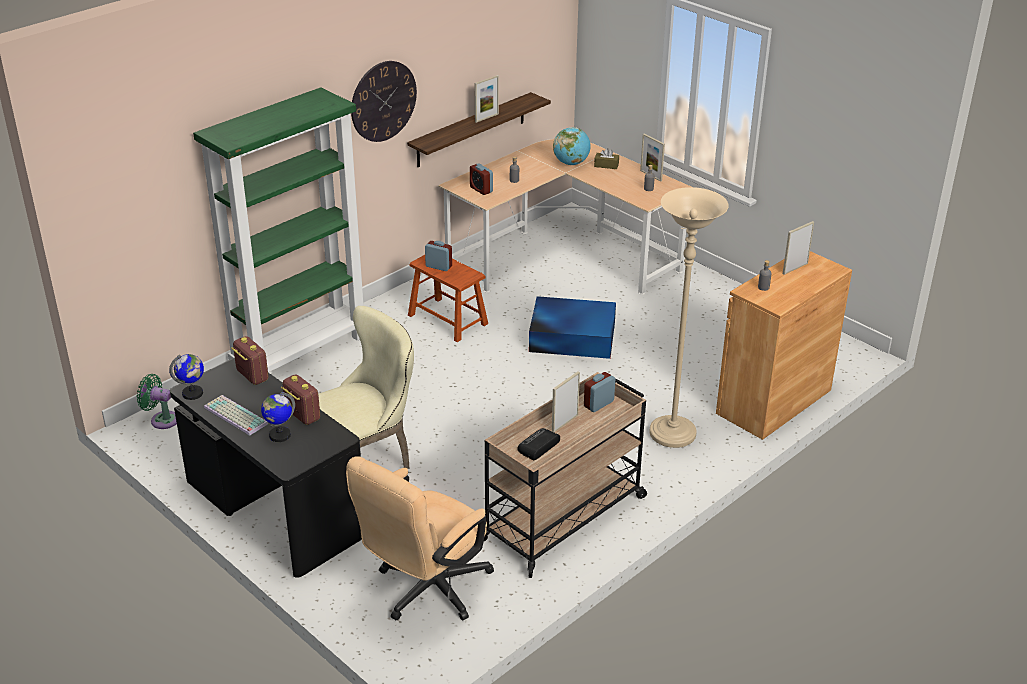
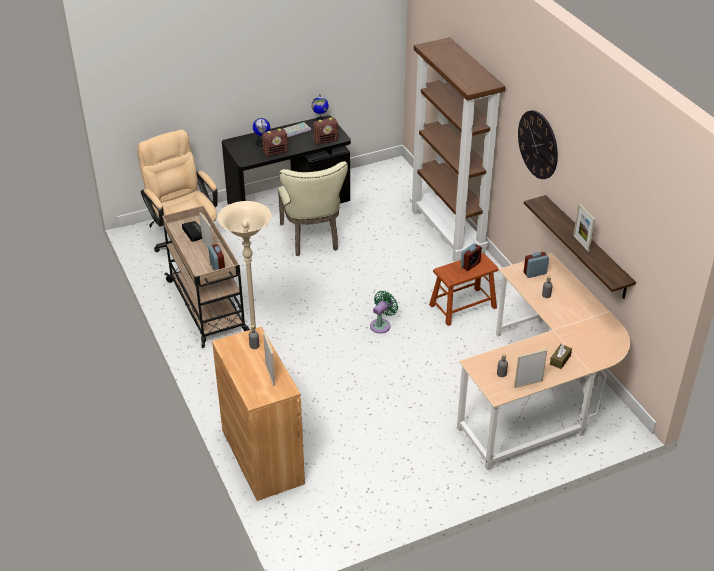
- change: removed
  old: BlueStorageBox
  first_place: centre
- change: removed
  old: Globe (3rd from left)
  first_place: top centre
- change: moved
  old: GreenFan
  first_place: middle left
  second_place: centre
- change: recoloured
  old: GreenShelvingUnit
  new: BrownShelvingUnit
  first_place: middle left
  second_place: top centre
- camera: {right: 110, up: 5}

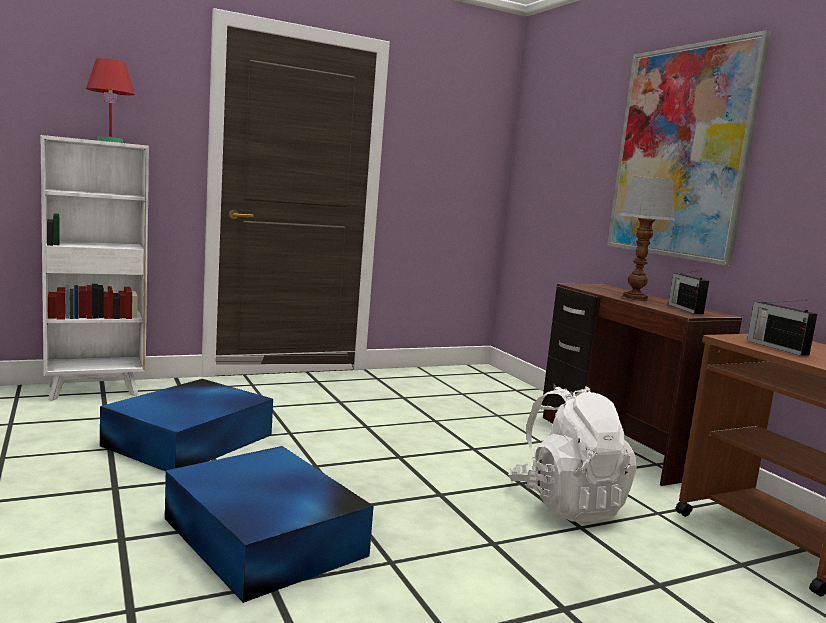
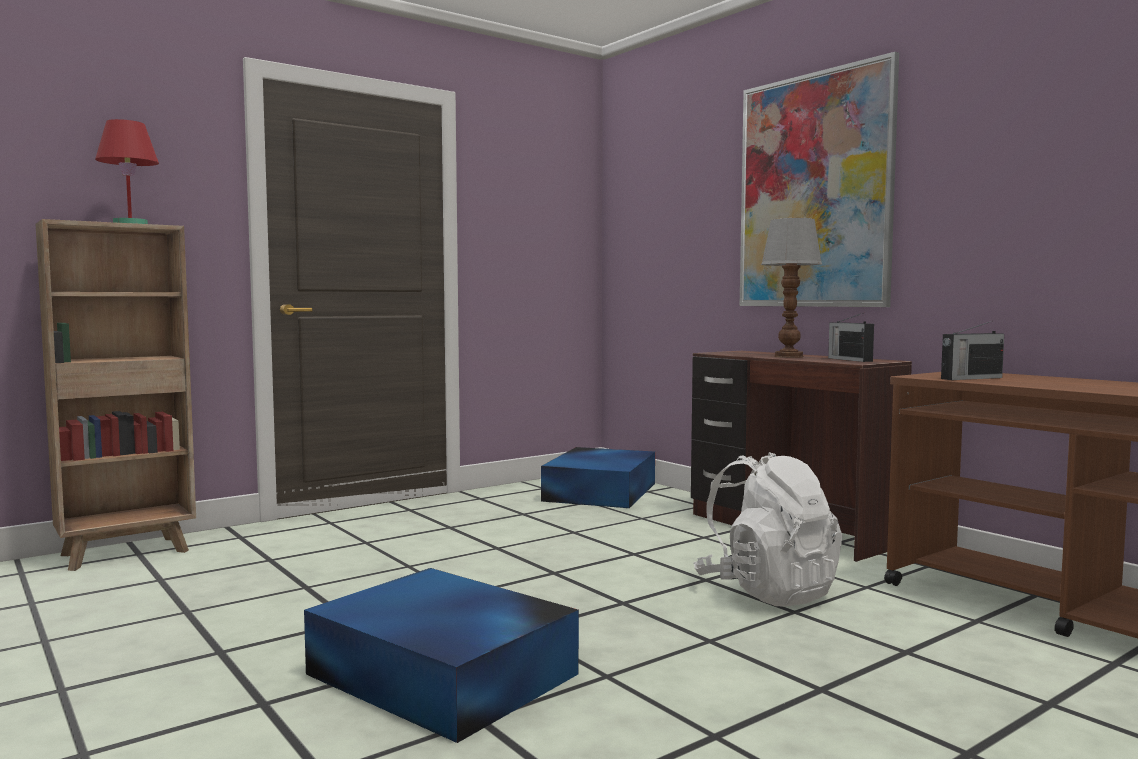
- change: moved
  old: BlueStorageBox (1st from left in the first image)
  new: BlueStorageBox (2nd from left)
  first_place: bottom left
  second_place: centre
- change: recoloured
  old: WhiteShelvingUnit
  new: BrownShelvingUnit
  first_place: middle left
  second_place: middle left
- change: turned
  old: Radio (2nd from left)
  first_place: middle right
  second_place: middle right
  degrees: -75
- camera: {right: -10, up: -5}

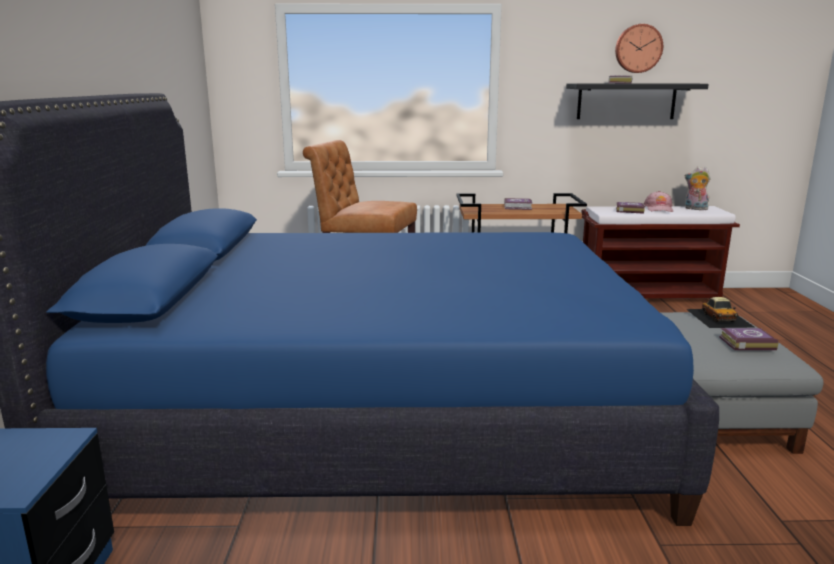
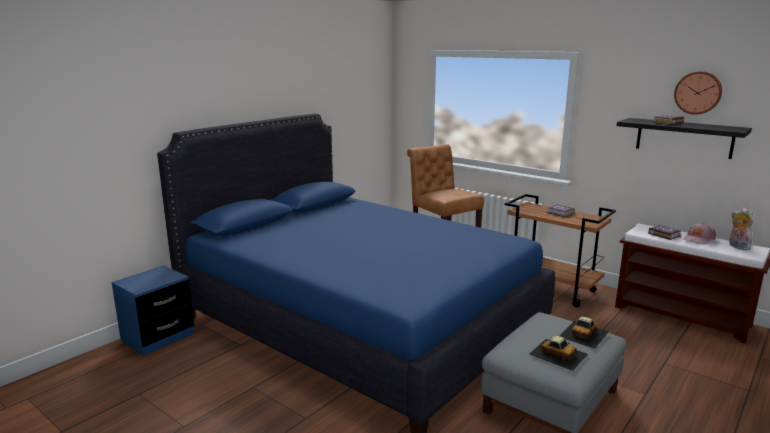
- change: replaced
  old: Book (4th from left)
  new: ToyCar (1st from left)
  first_place: middle right
  second_place: bottom right
- camera: {right: 40, up: 0}

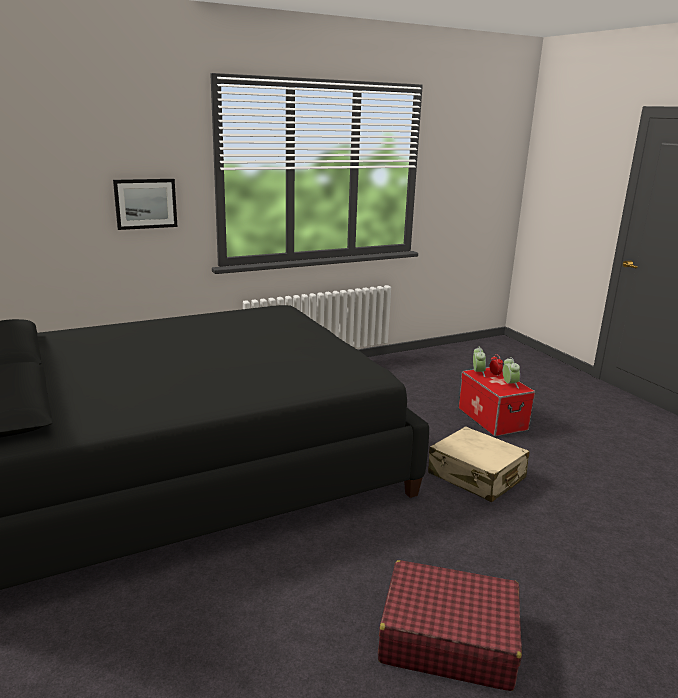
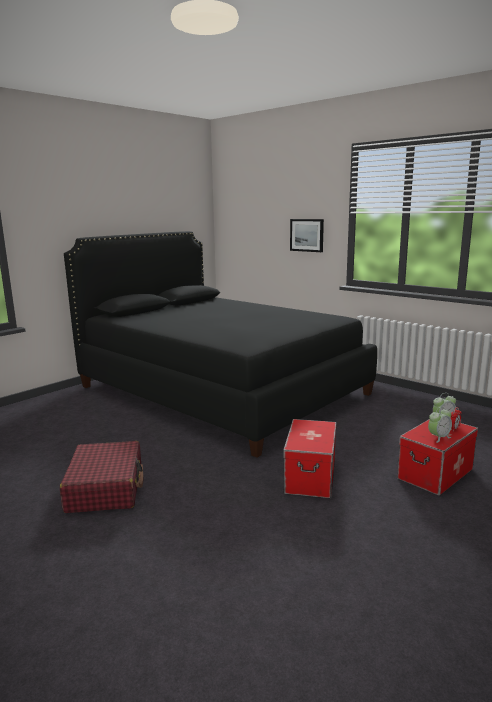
- change: replaced
  old: SandColouredPieceOfLuggage
  new: StorageBox (1st from left)
  first_place: middle right
  second_place: centre
- camera: {right: 70, up: -5}

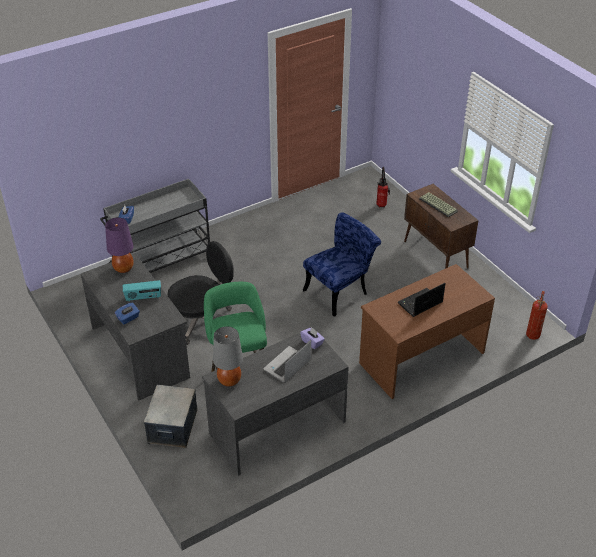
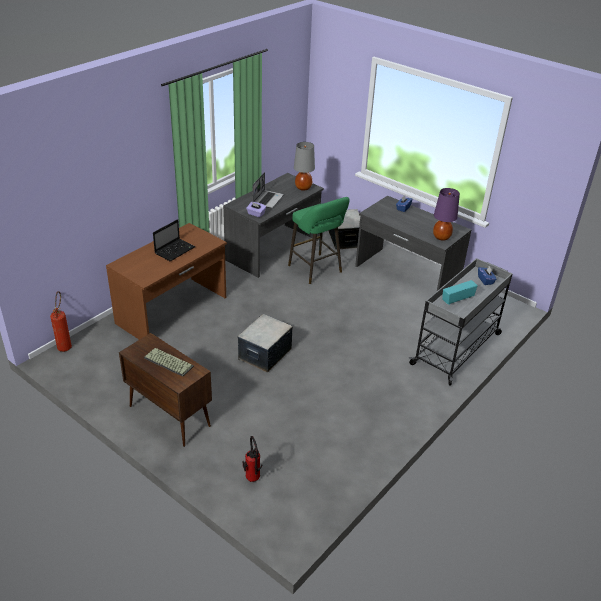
- change: removed
  old: BlackDeskChair
  first_place: centre
- change: moved
  old: Radio
  first_place: middle left
  second_place: middle right
- change: replaced
  old: BlueChair
  new: StorageBox (1st from left)
  first_place: centre
  second_place: centre
- camera: {right: 160, up: -5}

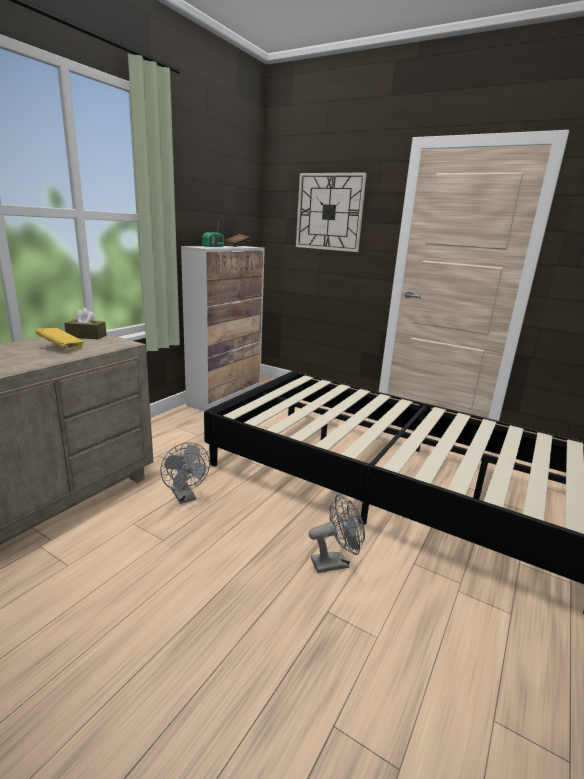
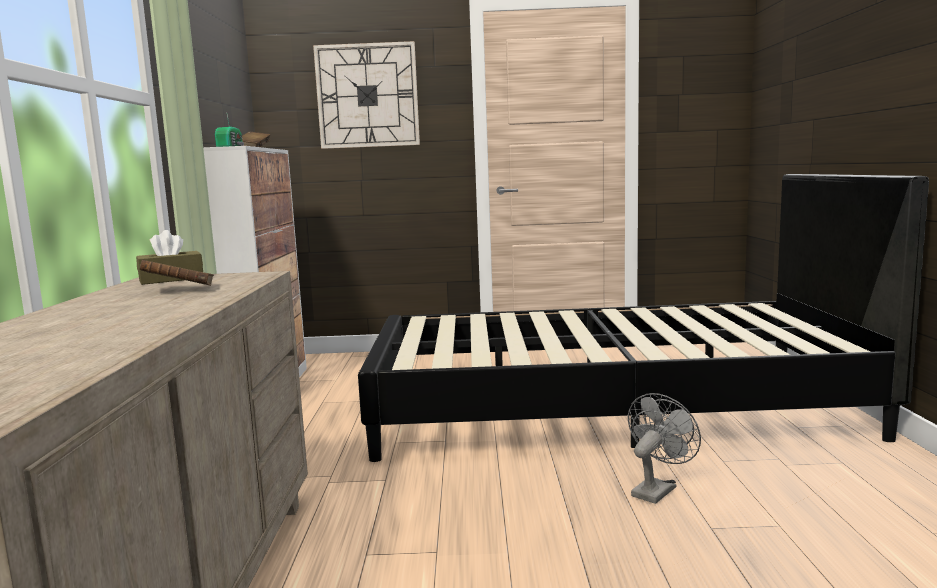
- change: removed
  old: GrayFan (1st from left)
  first_place: middle left
- change: recoloured
  old: YellowColouredBook
  new: BrownBook (1st from left)
  first_place: middle left
  second_place: middle left
- camera: {right: -30, up: -10}

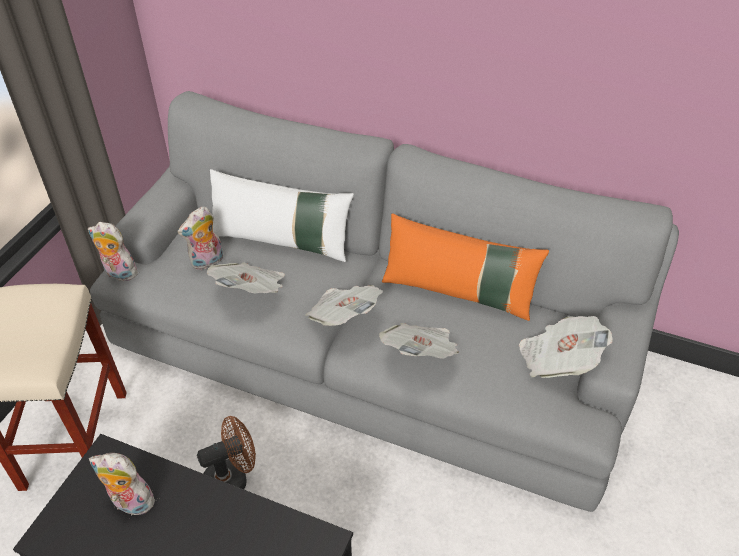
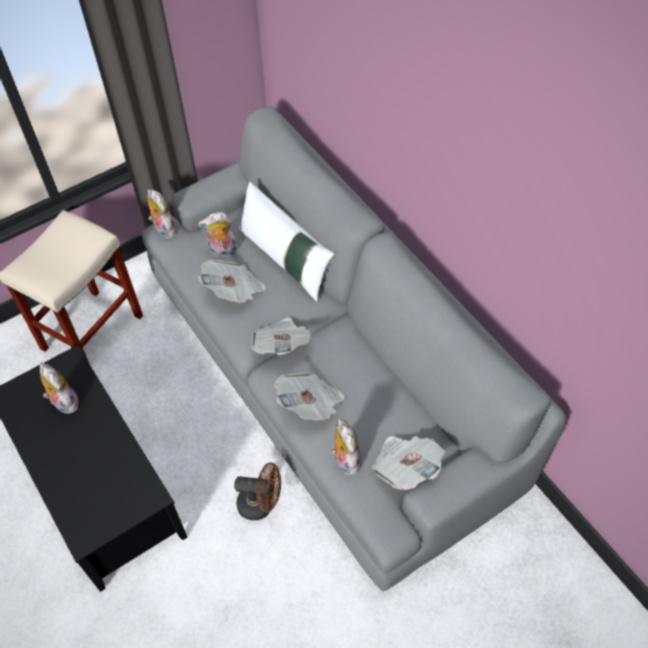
- change: removed
  old: OrangeColouredPillow
  first_place: centre
- change: added
  new: CuddlyToy (4th from left)
  second_place: bottom centre
- change: moved
  old: BrownFan
  first_place: bottom left
  second_place: bottom centre
- camera: {right: 35, up: 10}

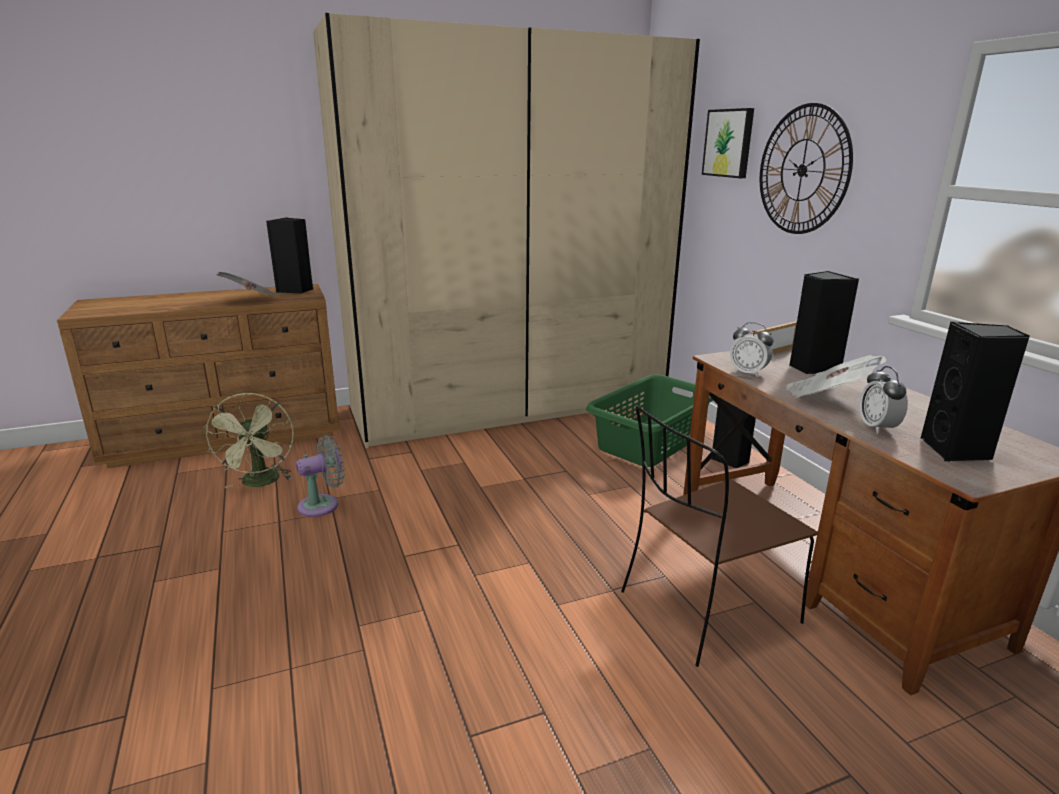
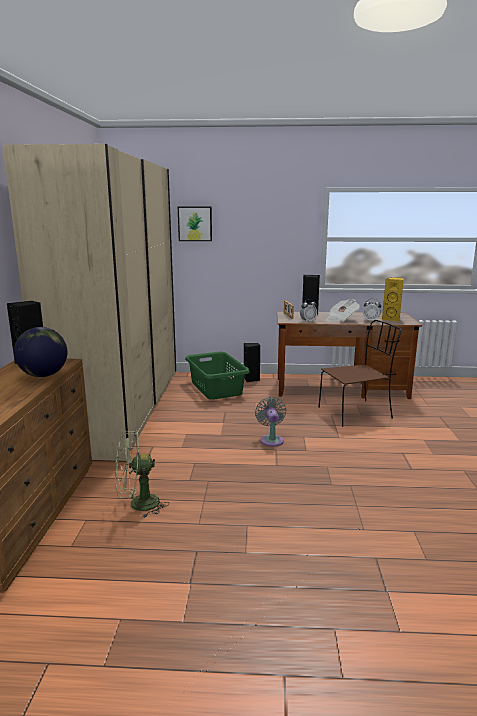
- change: removed
  old: HangingClock
  first_place: top right
- change: moved
  old: GrayFan
  first_place: middle left
  second_place: centre
- change: replaced
  old: PrintedPaper (1st from left)
  new: Globe
  first_place: middle left
  second_place: middle left
- change: recoloured
  old: BlackAudioSpeaker (4th from left)
  new: YellowColouredAudioSpeaker
  first_place: middle right
  second_place: middle right
- change: turned
  old: GreenFan
  first_place: middle left
  second_place: middle left
  degrees: 150
- change: turned
  old: BrownChair
  first_place: bottom right
  second_place: middle right
  degrees: -105
- camera: {right: -65, up: -5}

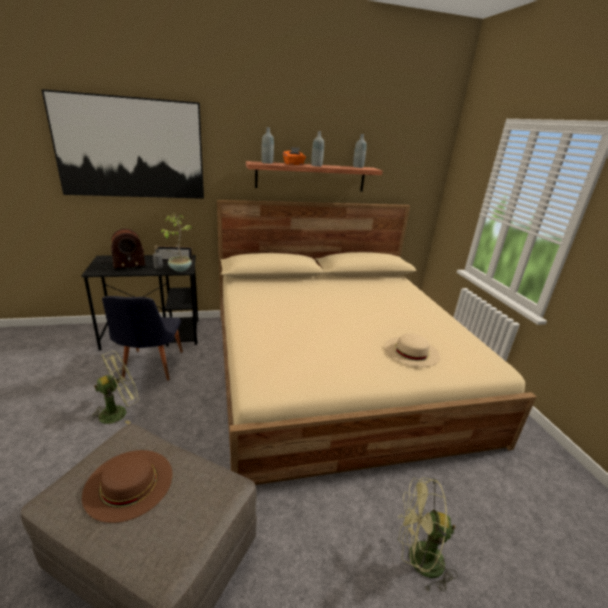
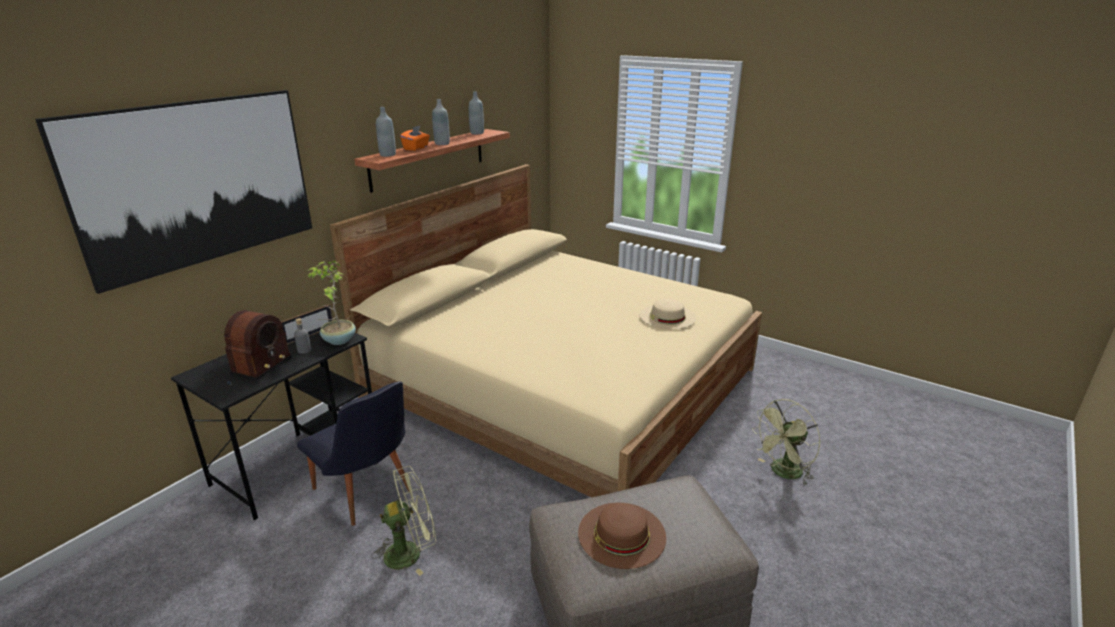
- change: turned
  old: GreenFan (1st from left)
  first_place: middle left
  second_place: bottom centre
  degrees: 60
- camera: {right: -40, up: 0}

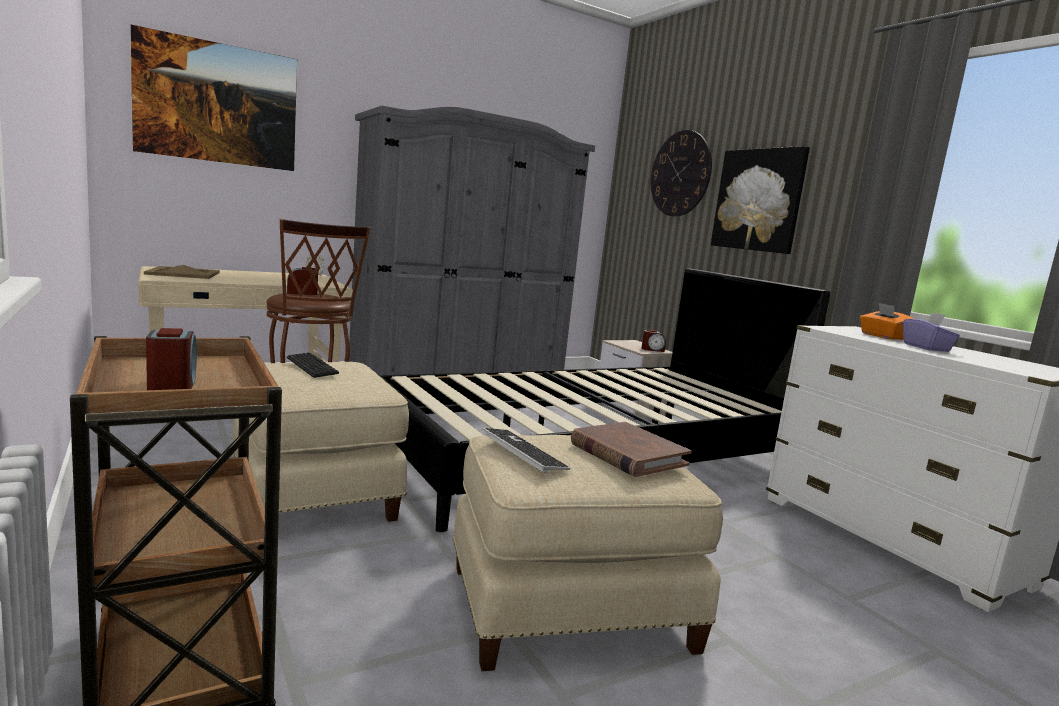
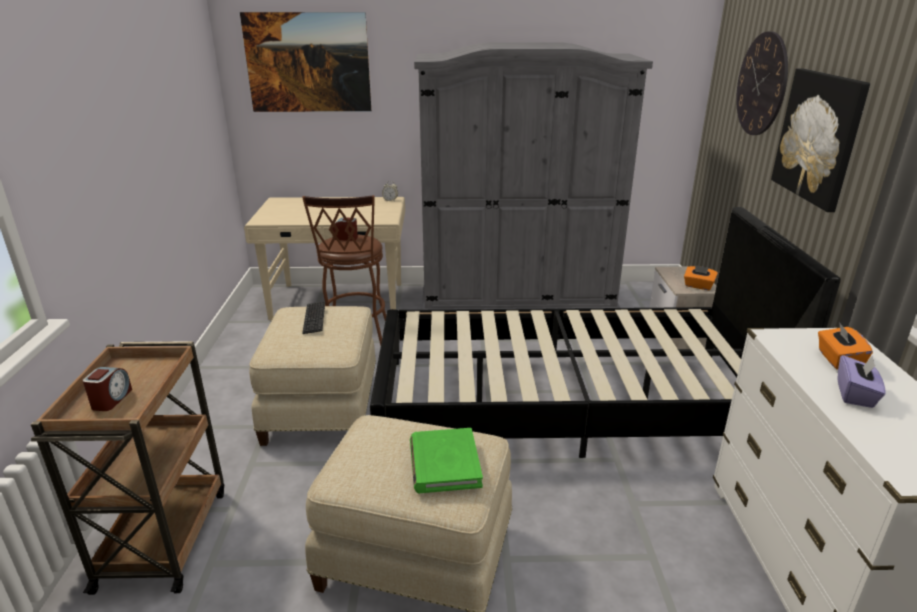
- change: removed
  old: SandColouredCarryingTray
  first_place: middle left
- change: removed
  old: ComputerKeyboard (2nd from left)
  first_place: centre
- change: replaced
  old: BedsideClock (4th from left)
  new: OrangeColouredTissueBox (1st from left)
  first_place: centre
  second_place: middle right
- change: recoloured
  old: BrownBook
  new: GreenBook
  first_place: centre
  second_place: bottom centre
- camera: {right: 30, up: 15}

